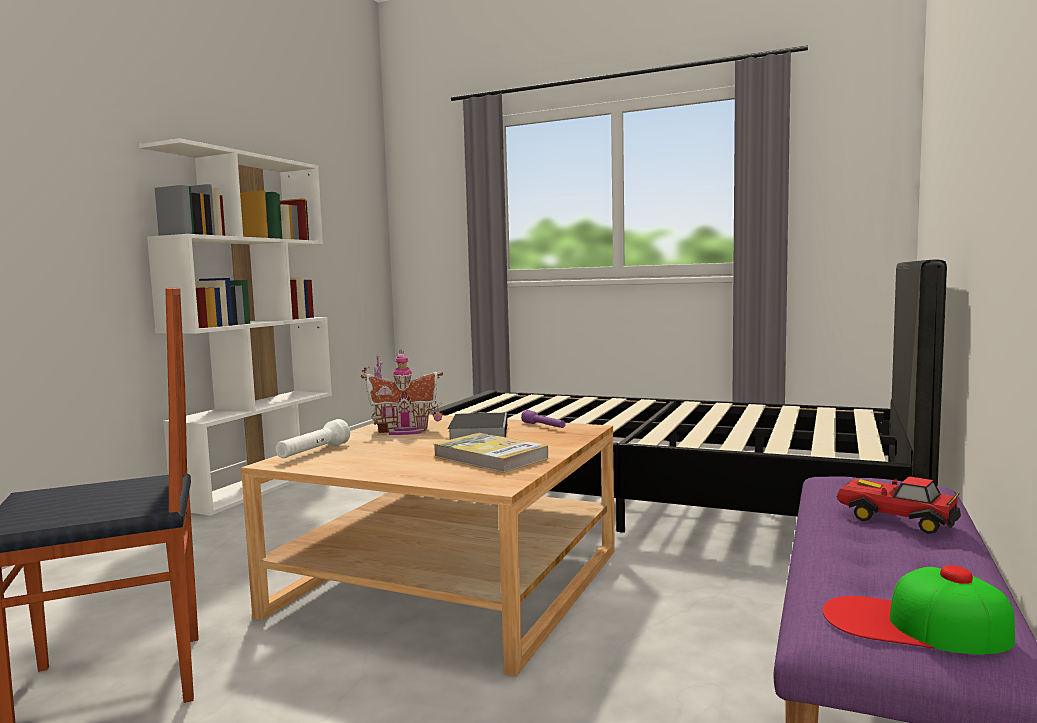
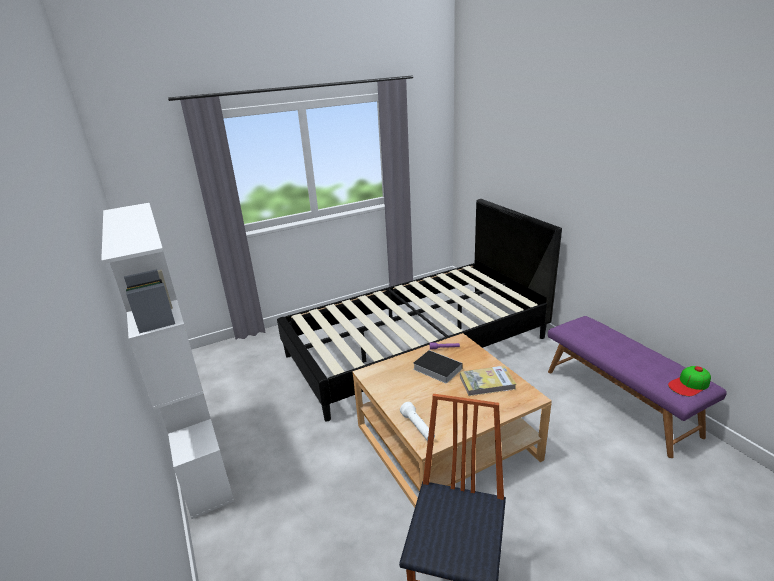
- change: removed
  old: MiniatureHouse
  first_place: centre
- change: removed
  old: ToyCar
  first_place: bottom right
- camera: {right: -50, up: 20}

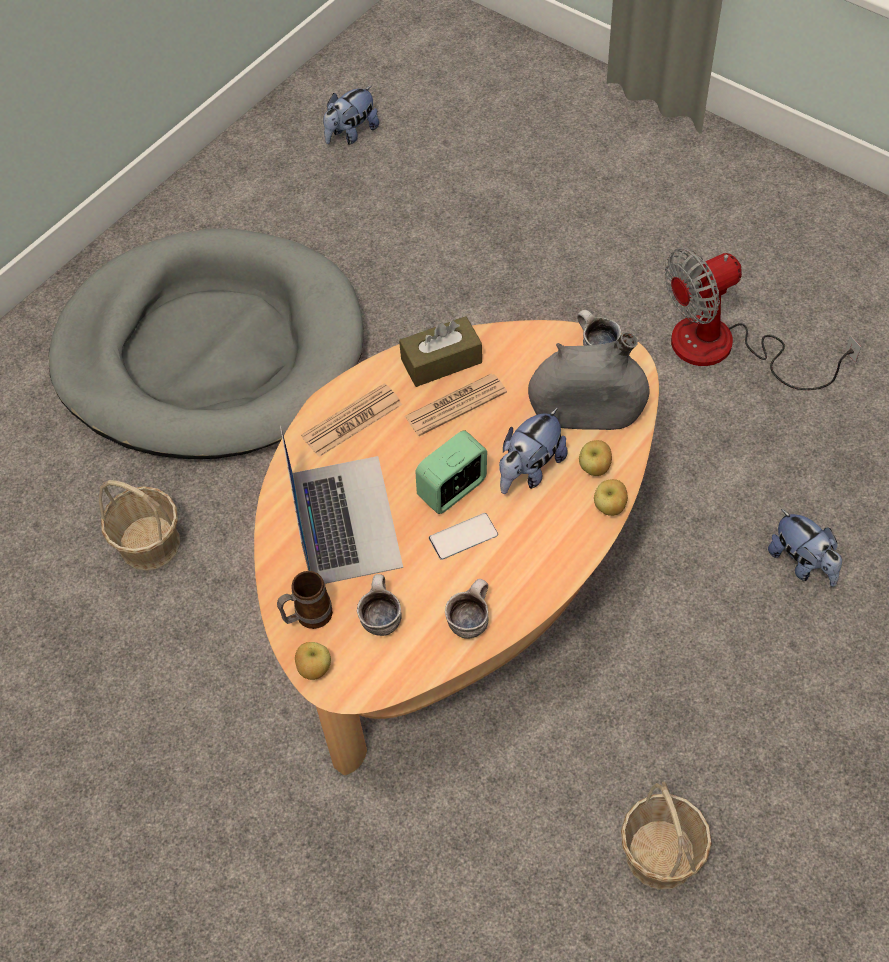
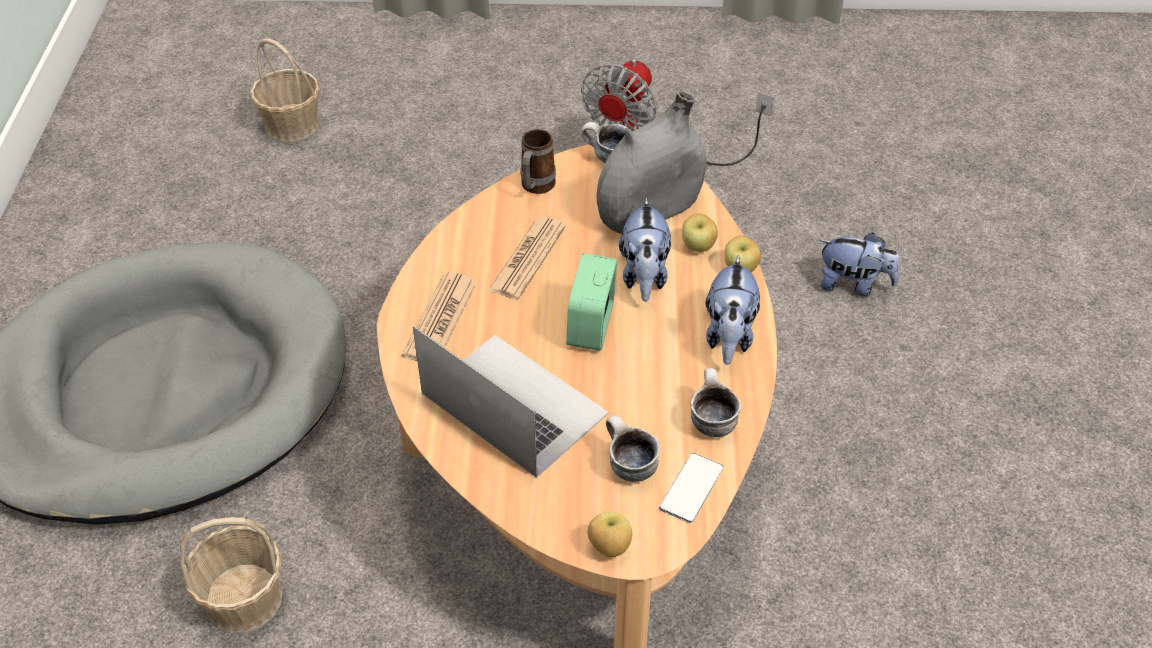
- change: removed
  old: BrownTissueBox
  first_place: centre
- change: moved
  old: CoffeeMug (1st from left)
  first_place: centre
  second_place: top centre
- change: moved
  old: CuddlyToy (1st from left in the first image)
  new: CuddlyToy (2nd from left)
  first_place: top centre
  second_place: centre
- change: moved
  old: Handset
  first_place: centre
  second_place: bottom centre
- change: moved
  old: HouseholdBasket (2nd from left)
  first_place: bottom right
  second_place: top left
- camera: {right: -40, up: -10}

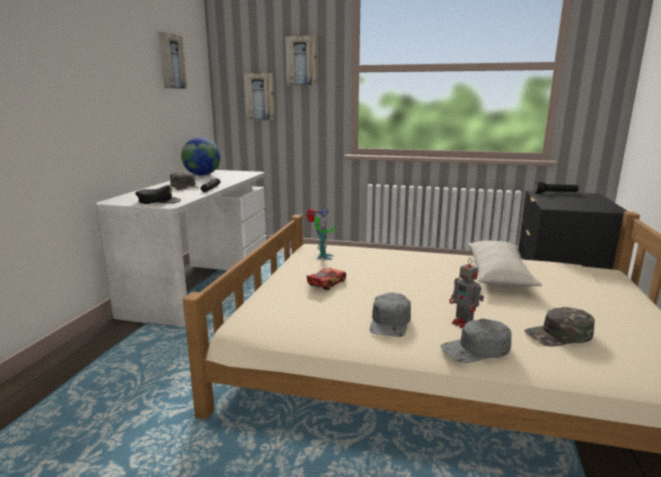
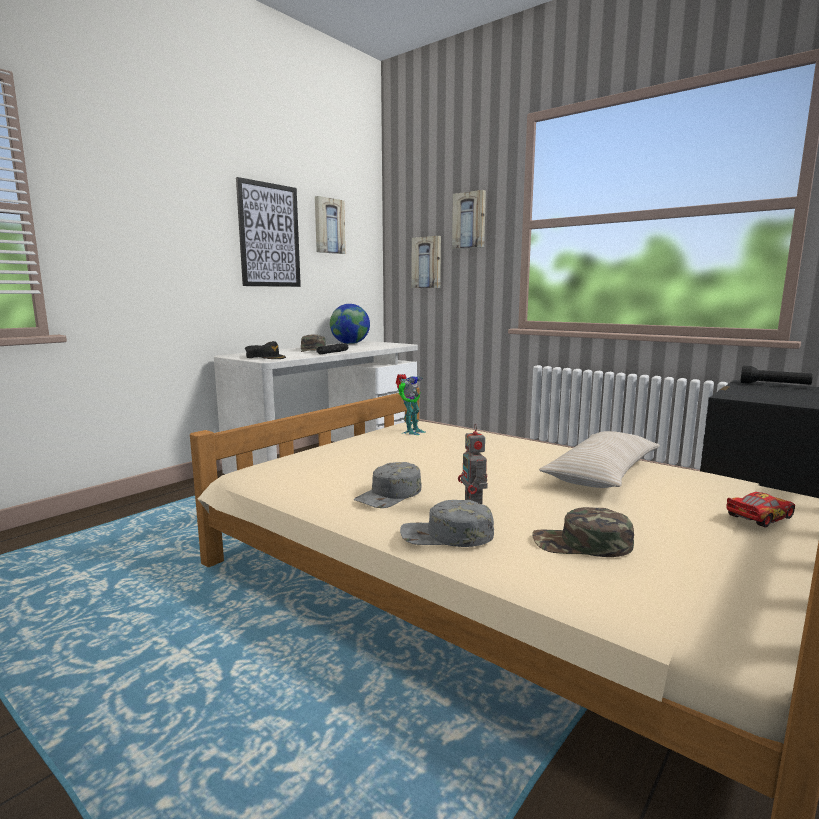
- change: added
  new: Picture (1st from left)
  second_place: top left
- change: moved
  old: ToyCar
  first_place: centre
  second_place: middle right
- camera: {right: 25, up: -5}

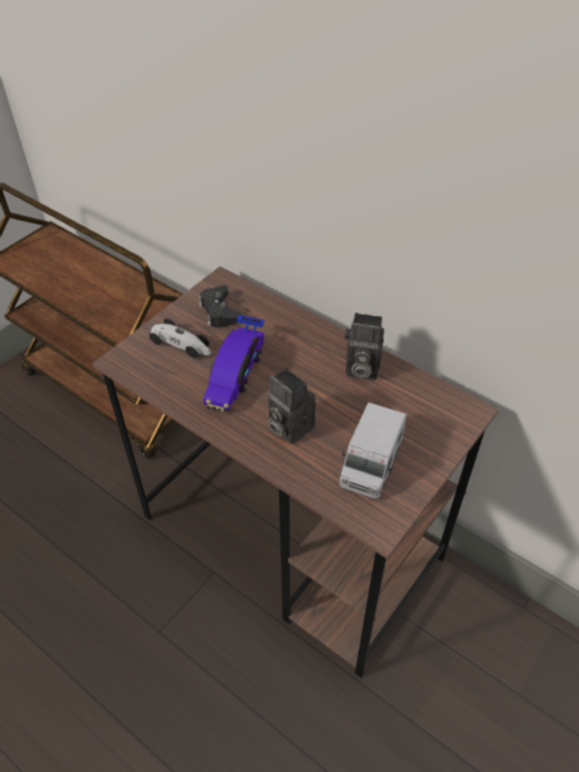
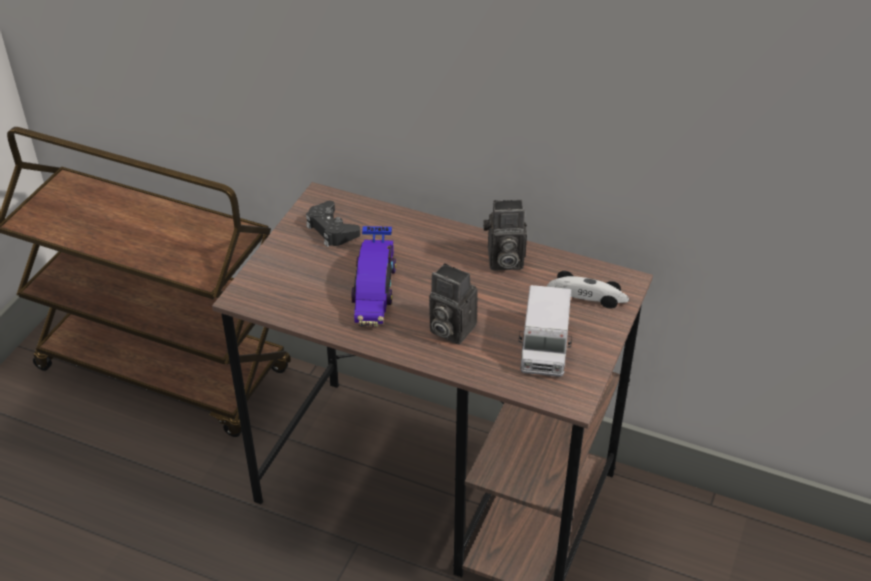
- change: moved
  old: ToyCar (1st from left in the first image)
  new: ToyCar (2nd from left)
  first_place: middle left
  second_place: middle right
- camera: {right: -15, up: -5}

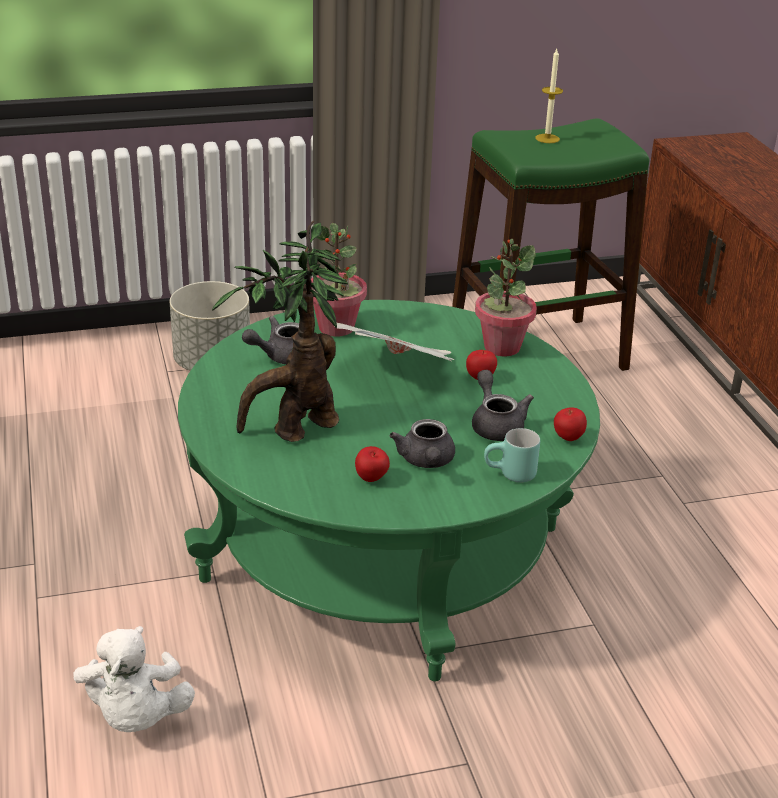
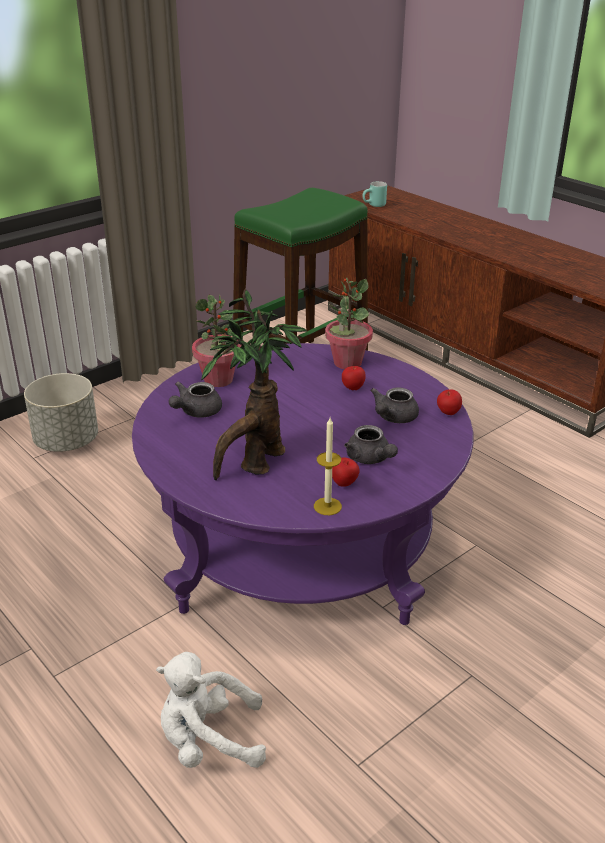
- change: removed
  old: PrintedPaper
  first_place: centre
- change: moved
  old: BlueGreenCoffeeMug
  first_place: centre
  second_place: top centre
- change: moved
  old: WaxCandle
  first_place: top right
  second_place: centre
- change: recoloured
  old: GreenLowTable
  new: PurplishLowTable
  first_place: centre
  second_place: centre
- change: turned
  old: WhiteCuddlyToy
  first_place: bottom left
  second_place: bottom centre
  degrees: 120
- change: turned
  old: GrayTeaPot (3rd from left)
  first_place: centre
  second_place: centre
  degrees: -105
- camera: {right: -25, up: 0}

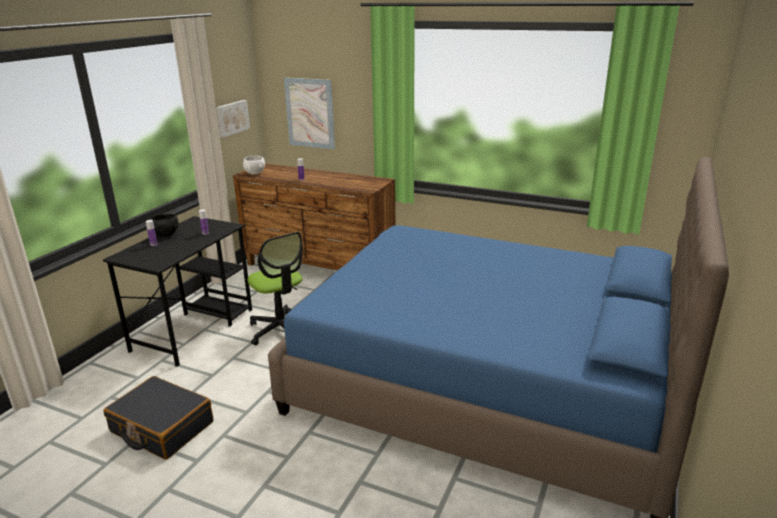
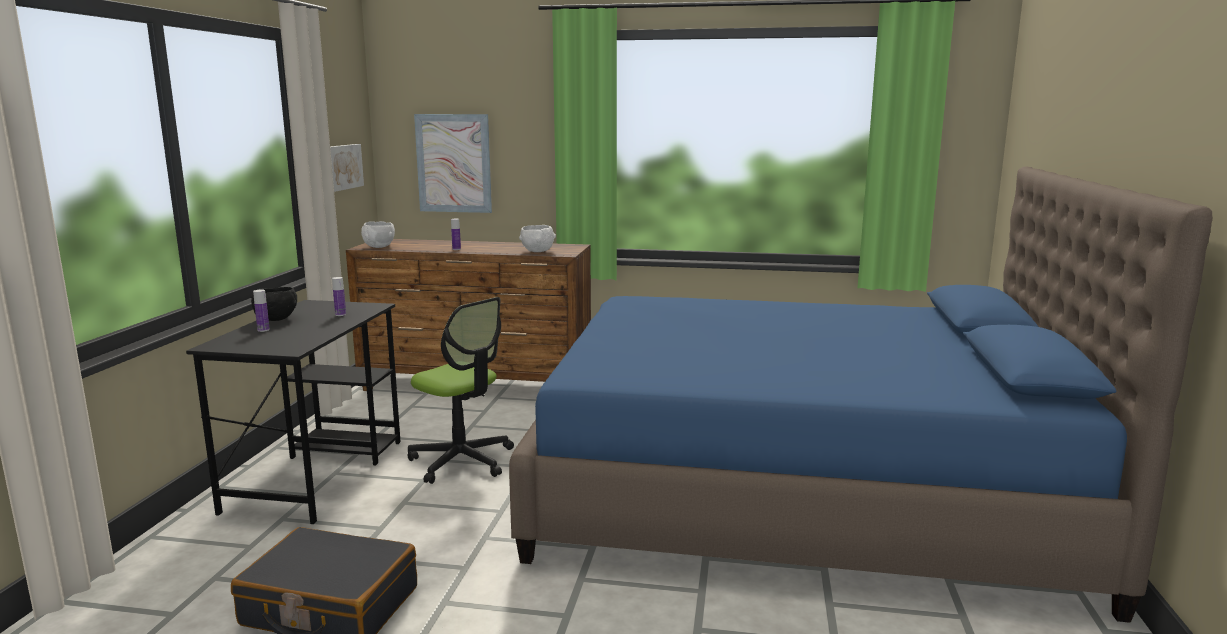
- change: added
  new: WhiteDeepDish (2nd from left)
  second_place: centre
- camera: {right: -15, up: -10}

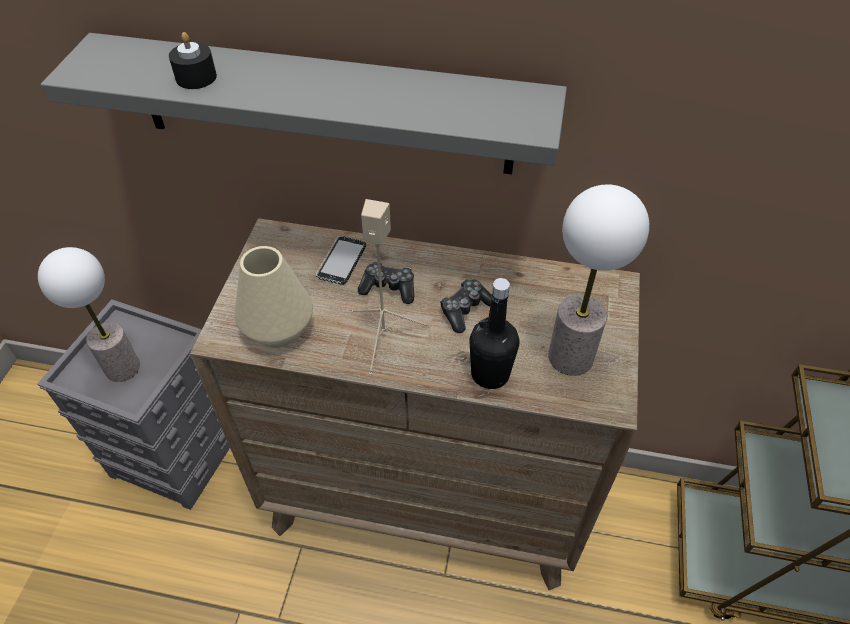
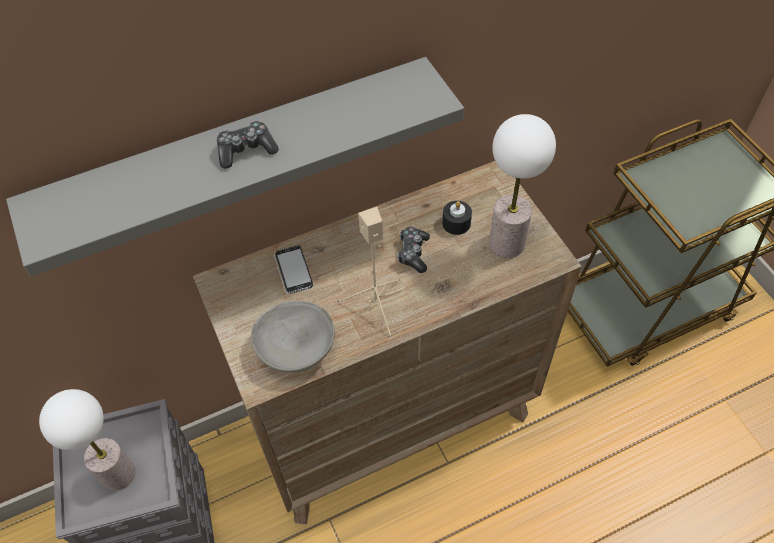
- change: removed
  old: BlackBeverageBottle
  first_place: centre
- change: moved
  old: BlackWaxCandle
  first_place: top left
  second_place: centre
- change: moved
  old: Joypad (1st from left)
  first_place: centre
  second_place: top left
- change: replaced
  old: SandColouredVase
  new: GrayDeepDish
  first_place: middle left
  second_place: centre
- camera: {right: -35, up: 5}

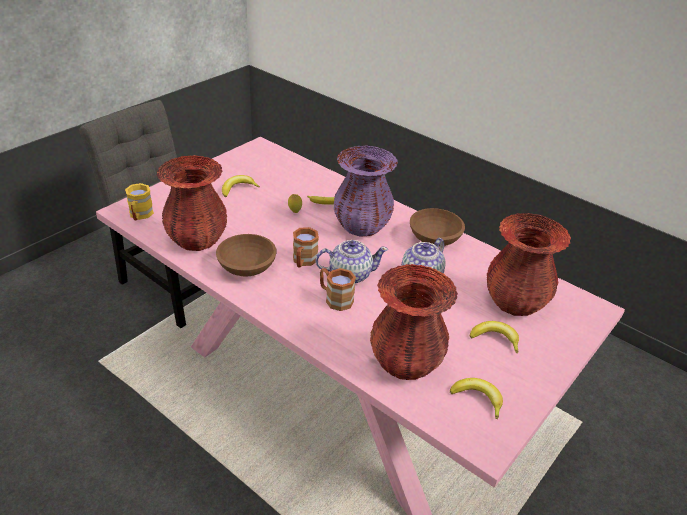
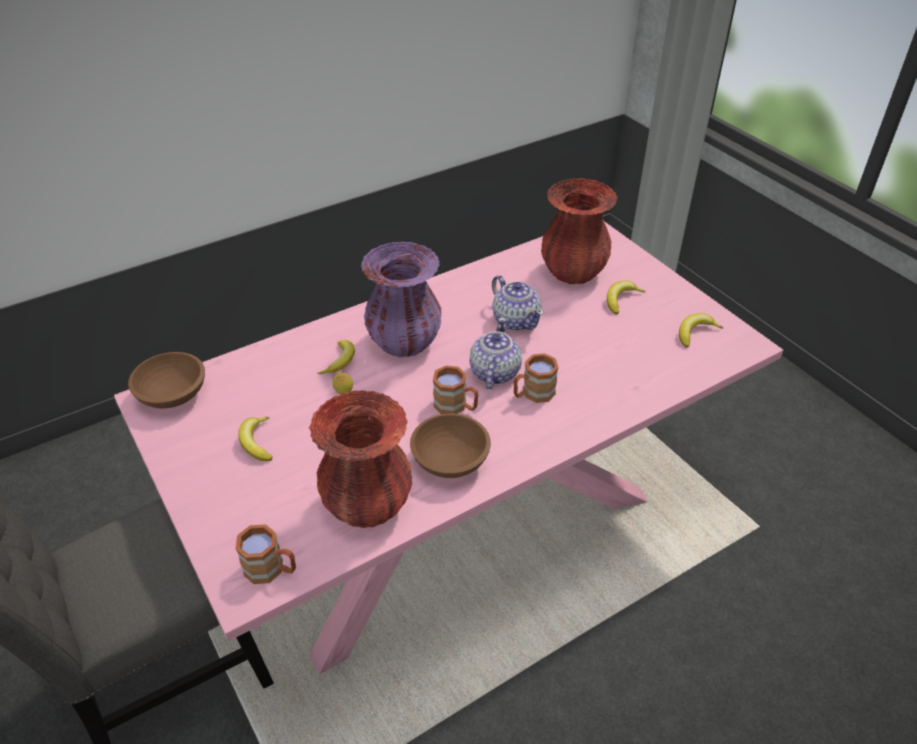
- change: removed
  old: ReddishVase (2nd from left)
  first_place: centre
- change: moved
  old: BrownDeepDish (2nd from left in the first image)
  new: BrownDeepDish (1st from left)
  first_place: centre
  second_place: middle left
- change: recoloured
  old: YellowColouredCoffeeMug
  new: BrownCoffeeMug (1st from left)
  first_place: middle left
  second_place: bottom left
- camera: {right: -70, up: 5}

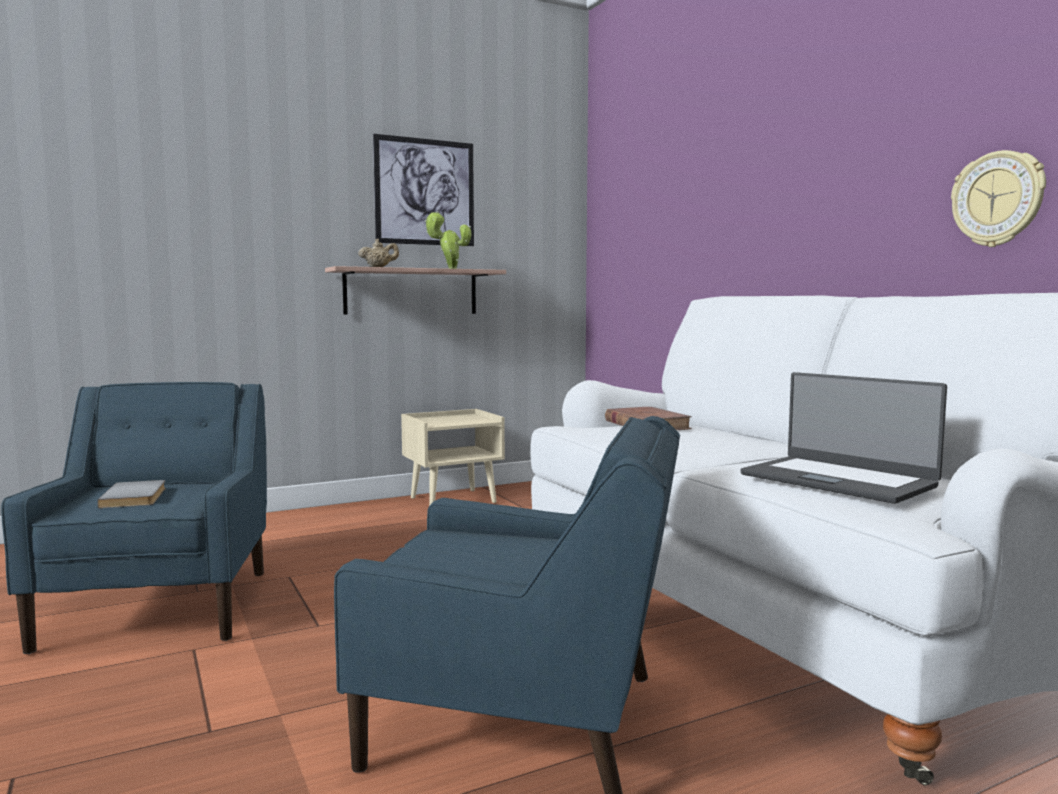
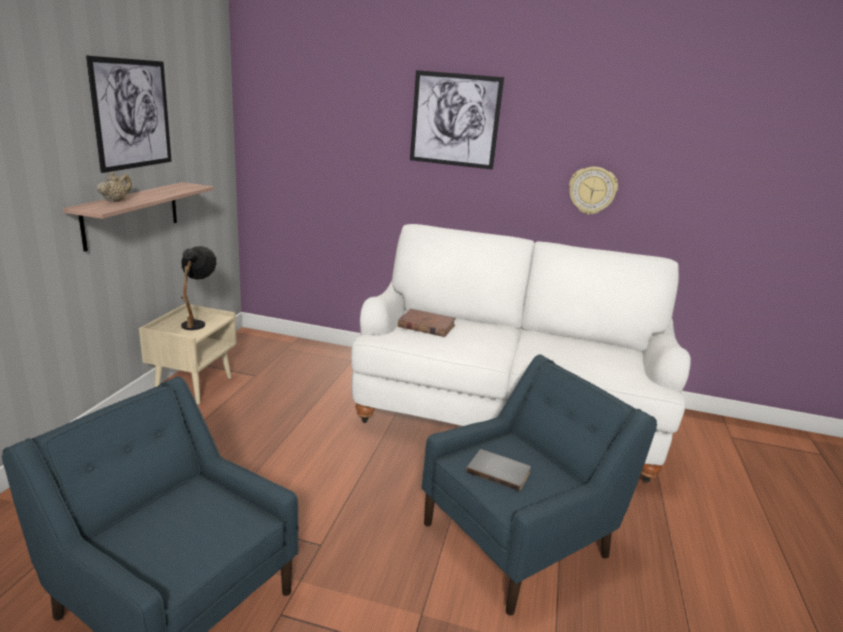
- change: removed
  old: PlantInAPot
  first_place: top centre
- change: removed
  old: NotebookComputer
  first_place: middle right
- change: added
  new: BlackTableLamp
  second_place: middle left
- change: added
  new: Picture (2nd from left)
  second_place: top centre
- change: moved
  old: GrayBook
  first_place: middle left
  second_place: bottom centre
- camera: {right: -50, up: 15}

